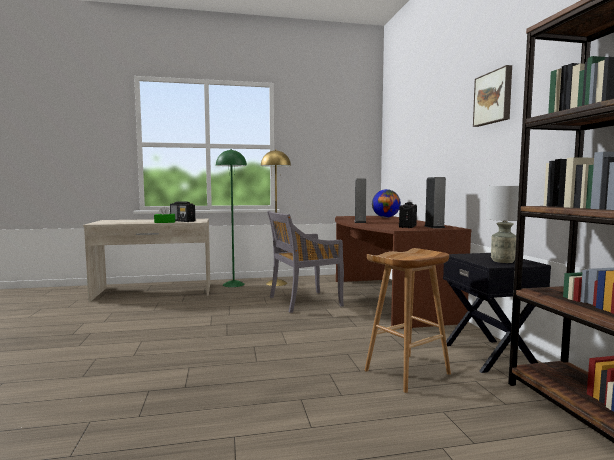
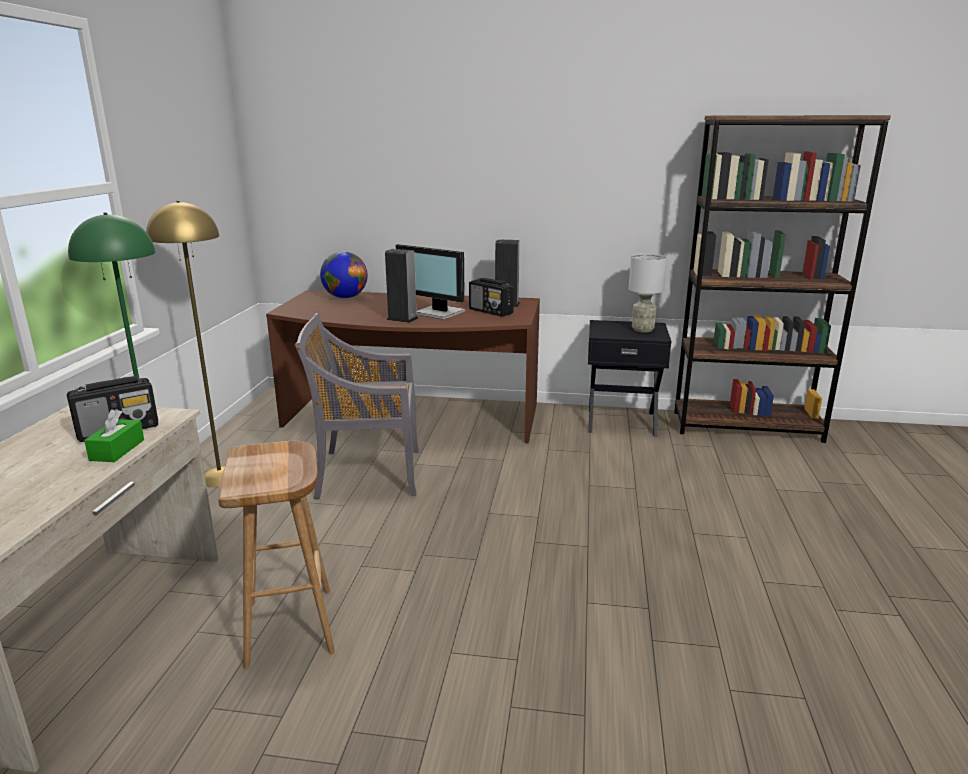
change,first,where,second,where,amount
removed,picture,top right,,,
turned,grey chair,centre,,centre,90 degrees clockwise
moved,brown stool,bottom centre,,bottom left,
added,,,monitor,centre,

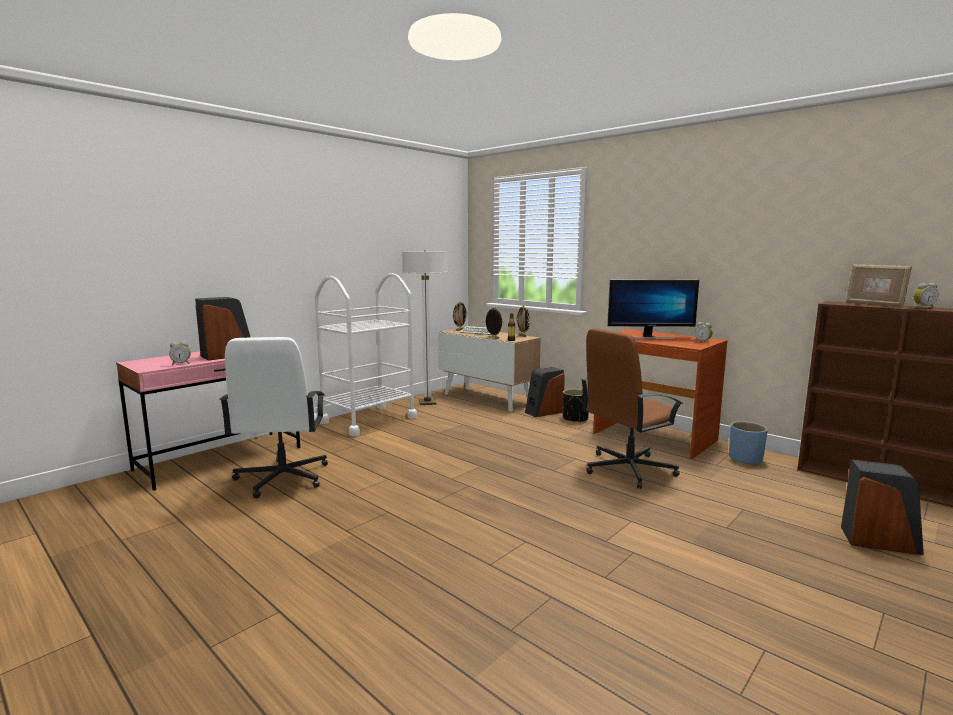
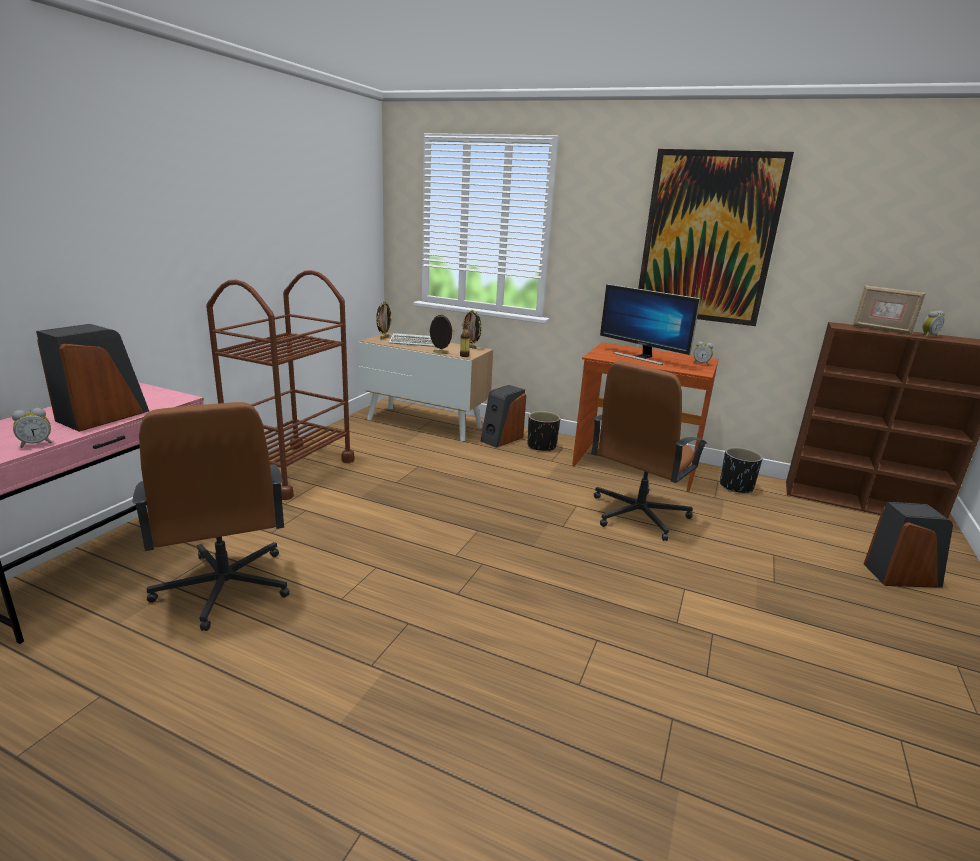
change,first,where,second,where,amount
removed,floor lamp,centre,,,
recoloured,white cart,centre,brown cart,middle left,
turned,monitor,middle right,,centre,60 degrees clockwise
recoloured,white office chair,middle left,brown office chair (1st from left),middle left,
recoloured,blue planter,middle right,black planter (2nd from left),middle right,
added,,,picture,top right,

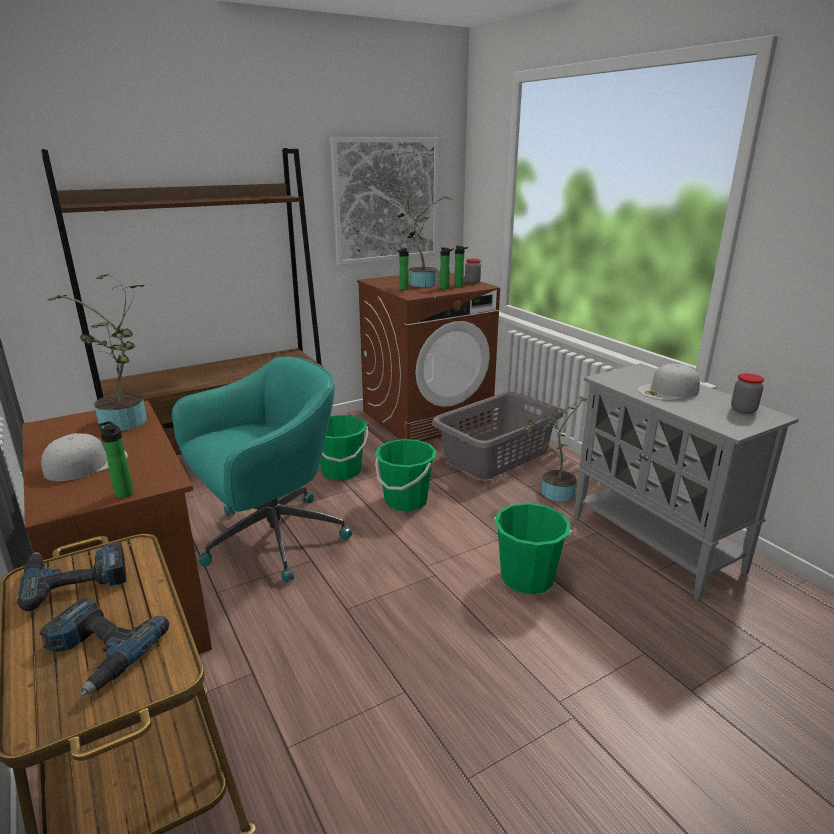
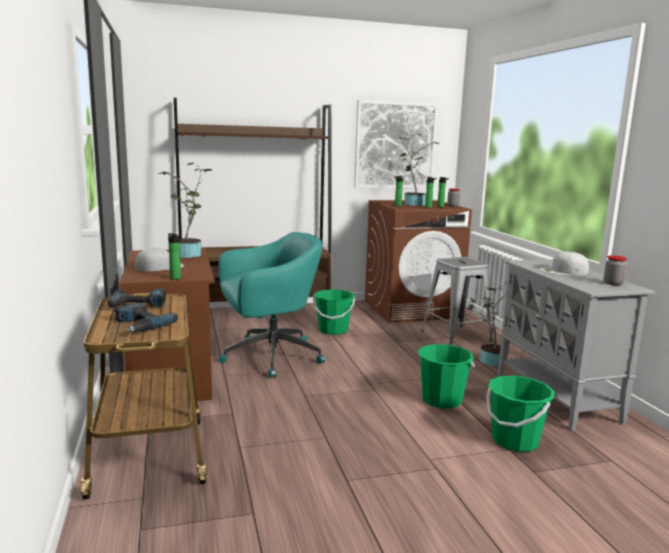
change,first,where,second,where,amount
replaced,grey laundry basket,centre,grey stool,middle right,
moved,green bucket (2nd from left in the first image),centre,green bucket (3rd from left),bottom right,

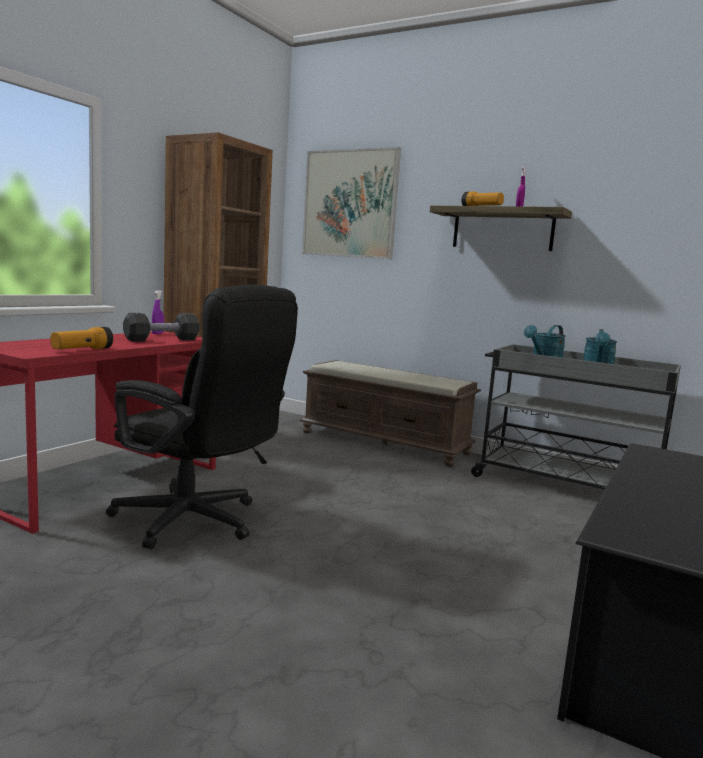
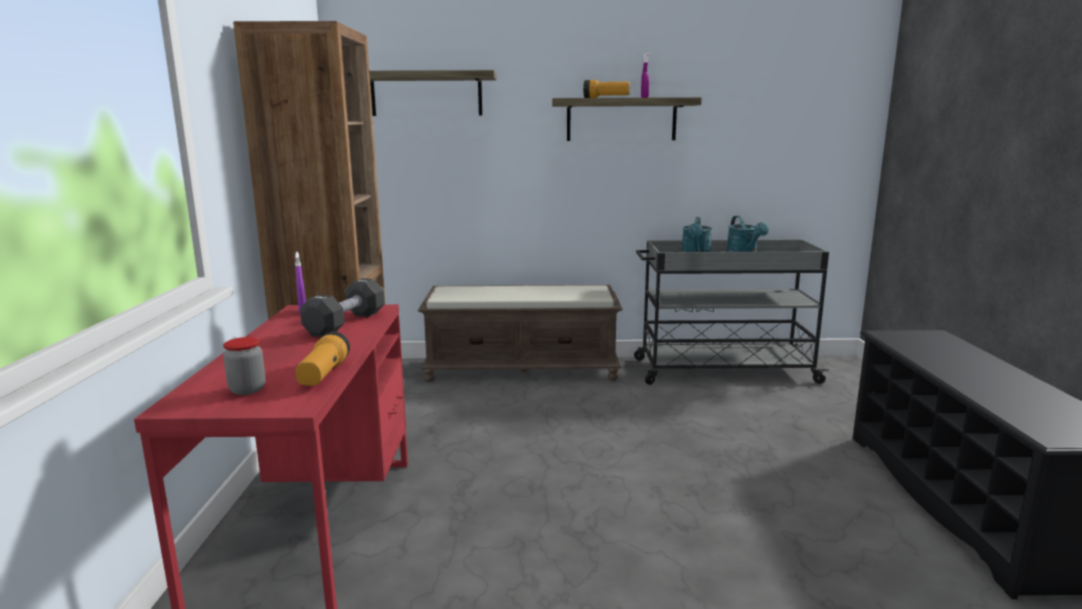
change,first,where,second,where,amount
replaced,picture,top centre,shelf (1st from left),top centre,
removed,black office chair,middle left,,,
added,,,jar,middle left,

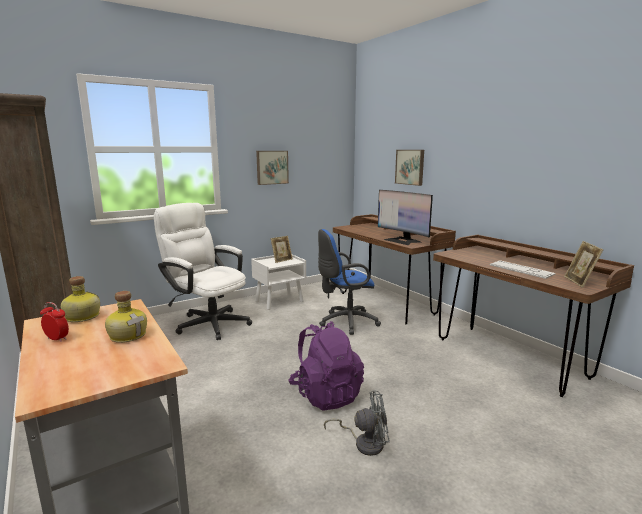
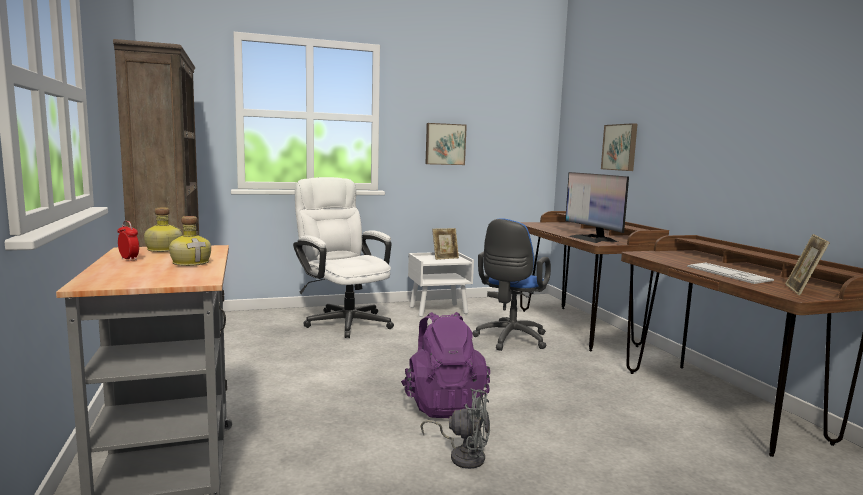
change,first,where,second,where,amount
turned,blue office chair,centre,,centre,60 degrees counterclockwise

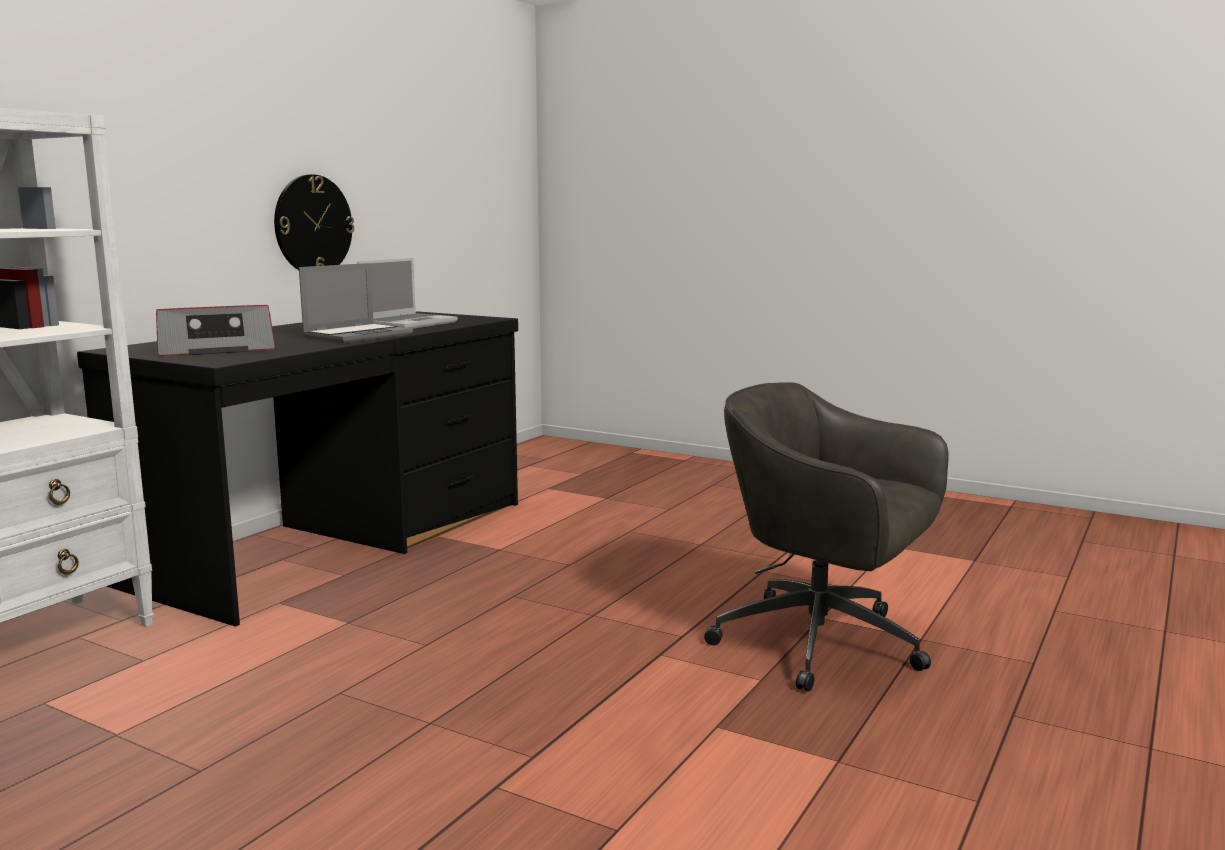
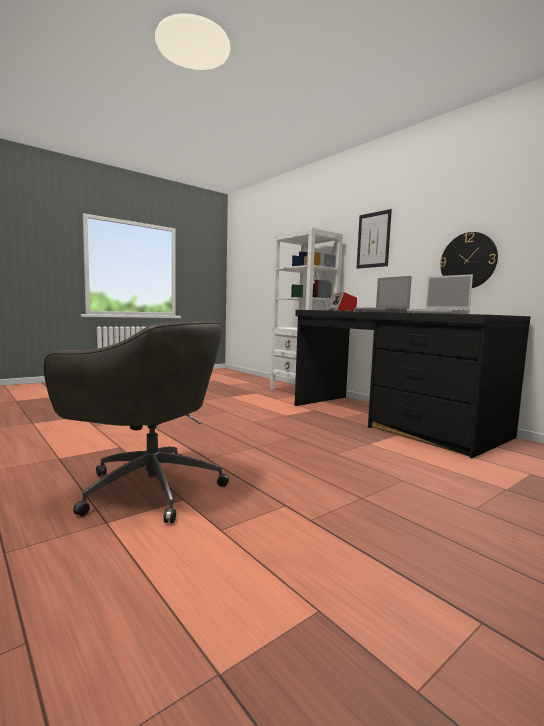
change,first,where,second,where,amount
turned,grey office chair,middle right,,middle left,60 degrees clockwise
added,,,picture,top right,

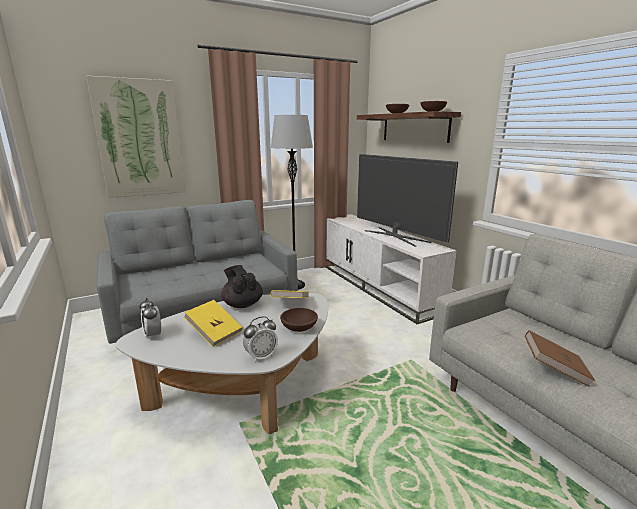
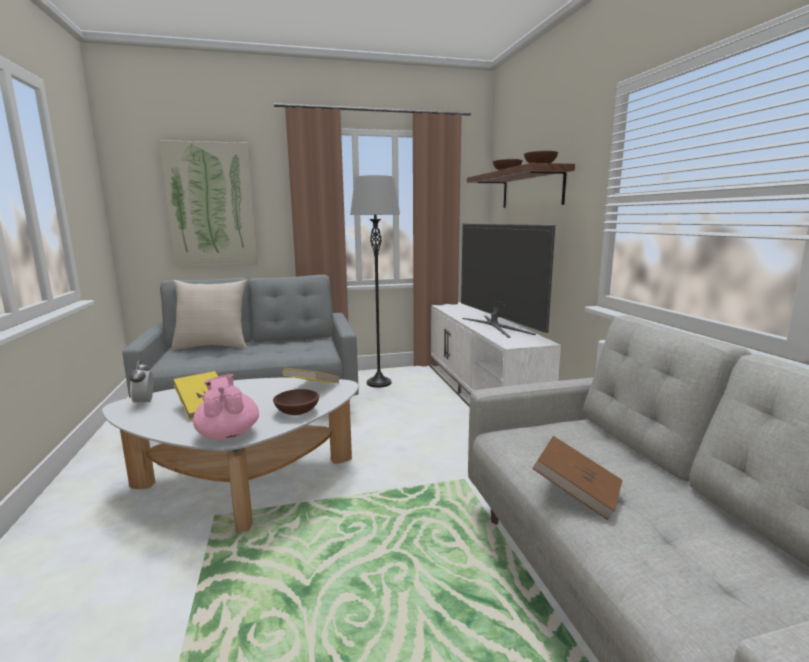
change,first,where,second,where,amount
removed,black teapot,centre,,,
replaced,alarm clock (2nd from left),centre,pink teapot,middle left,
added,,,beige pillow,middle left,

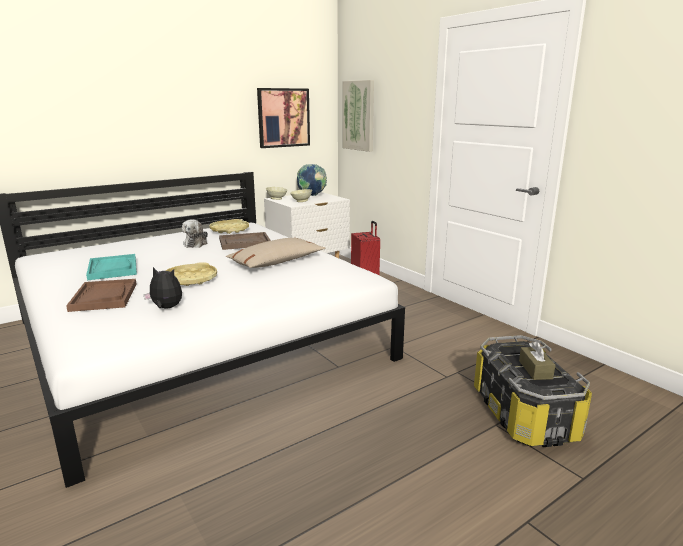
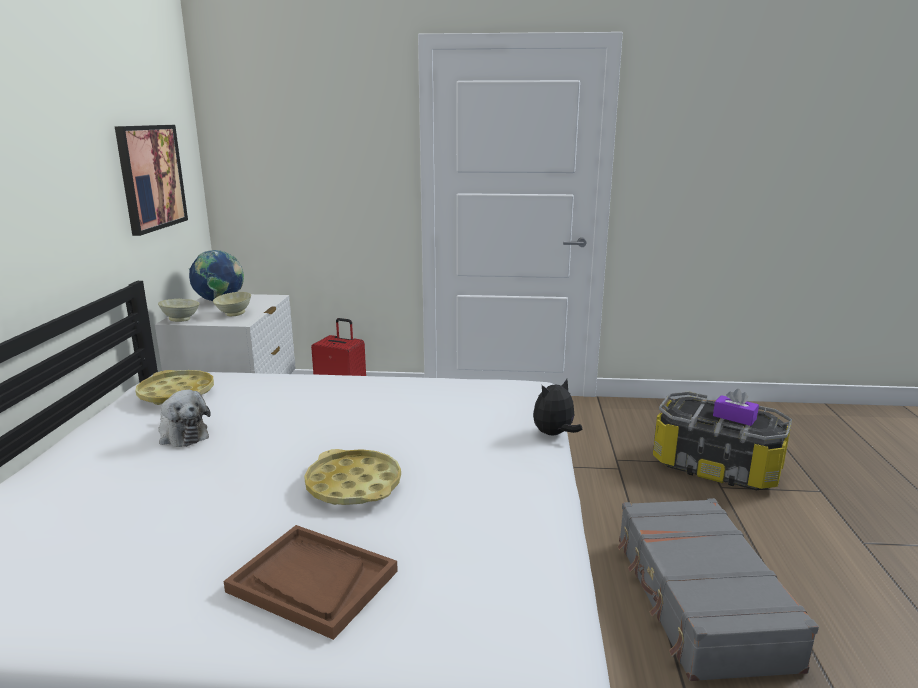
change,first,where,second,where,amount
removed,picture (2nd from left),top centre,,,
removed,brown tray (2nd from left),centre,,,
removed,beige pillow,centre,,,
removed,turquoise tray,middle left,,,
moved,plush toy (1st from left in the first image),middle left,plush toy (2nd from left),centre,
recoloured,brown tissue box,middle right,purple tissue box,middle right,
added,,,grey suitcase,bottom right,

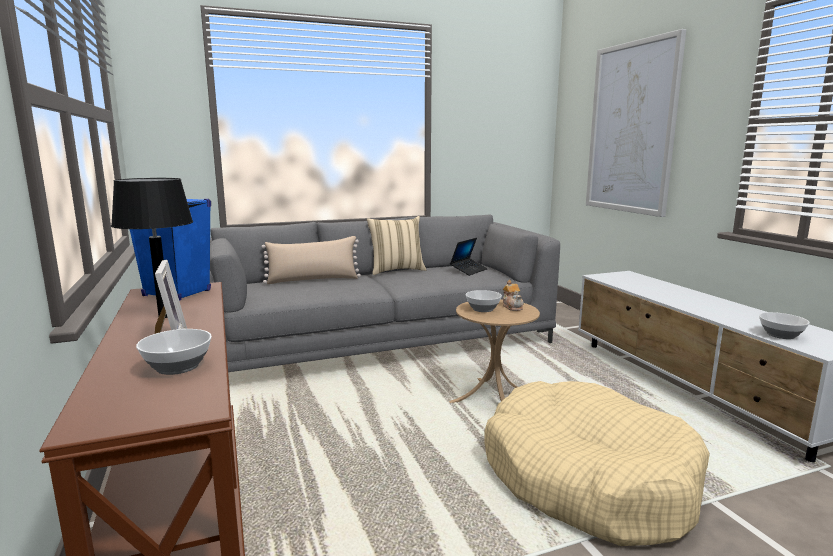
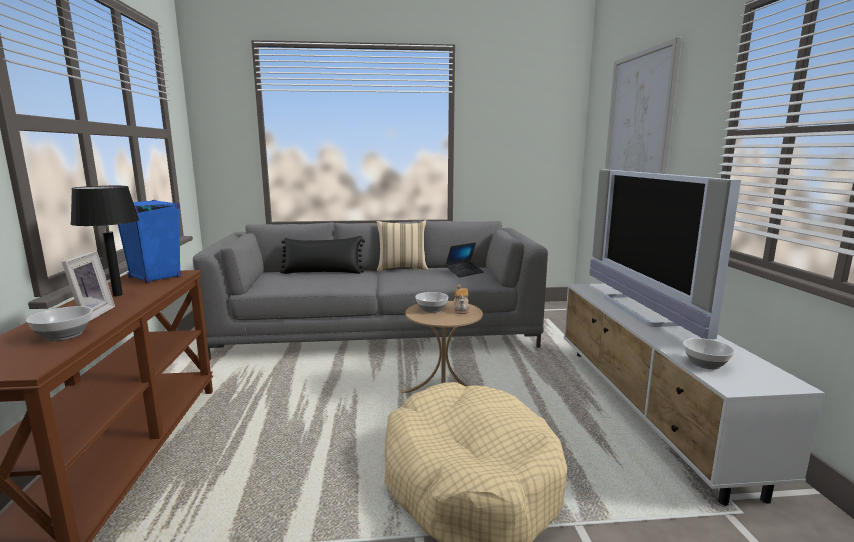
change,first,where,second,where,amount
recoloured,beige pillow (1st from left),centre,black pillow,centre,
added,,,television,middle right,

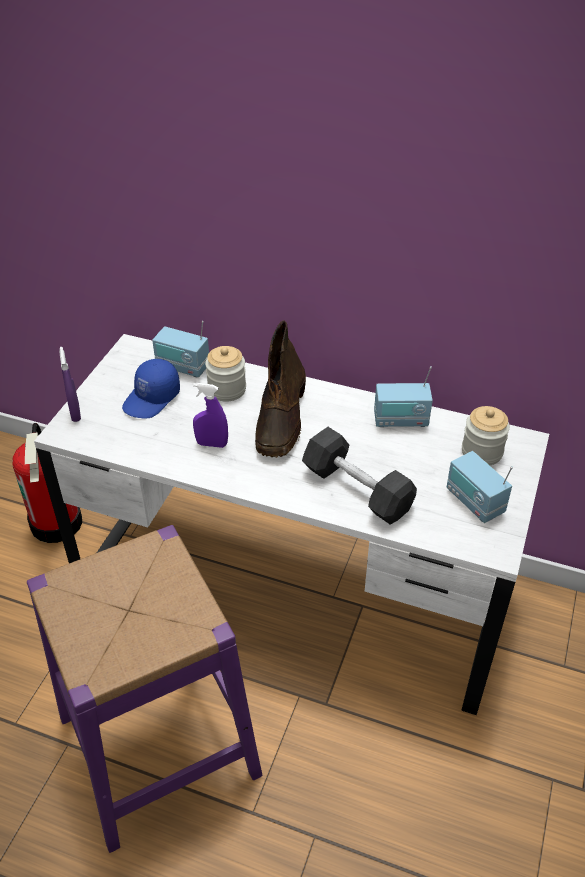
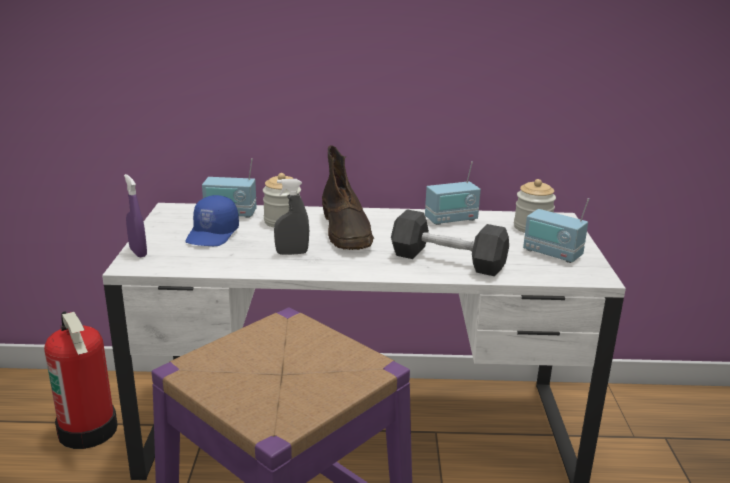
change,first,where,second,where,amount
recoloured,purple spray bottle (2nd from left),centre,grey spray bottle,centre,

